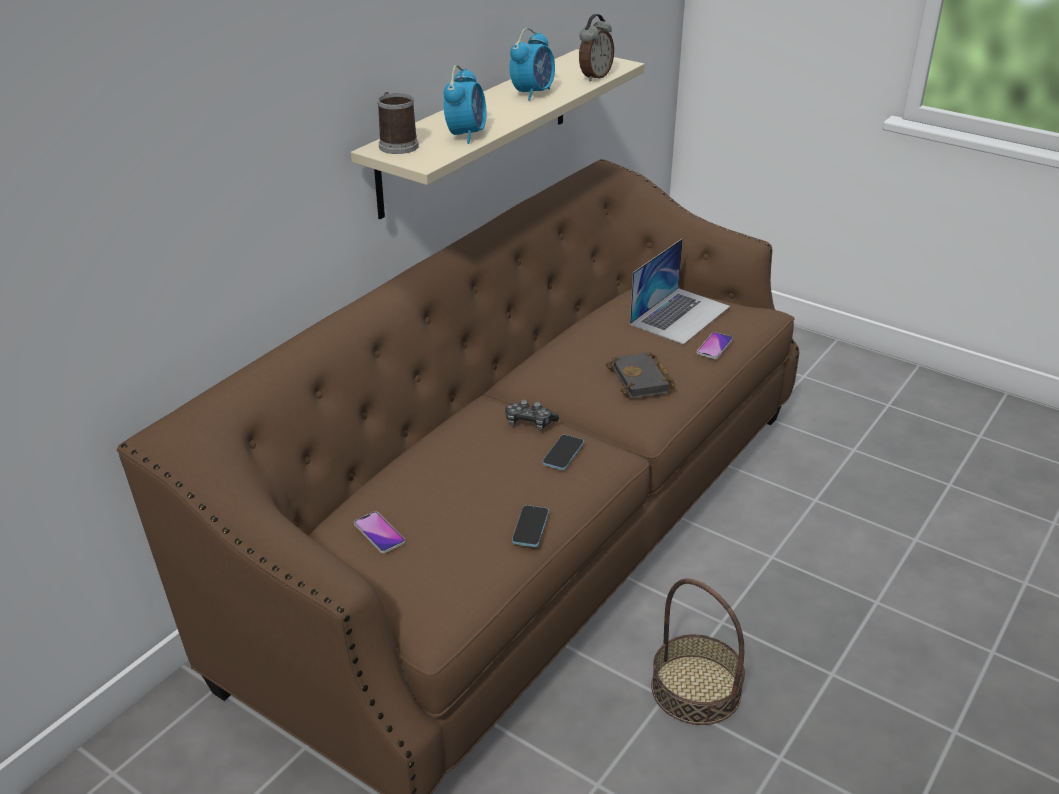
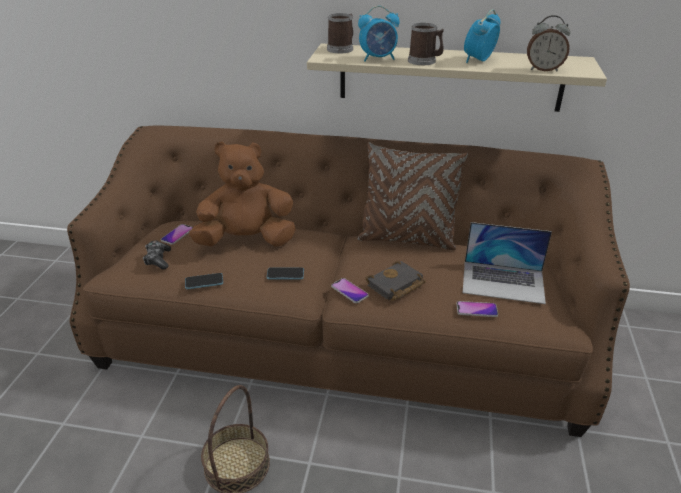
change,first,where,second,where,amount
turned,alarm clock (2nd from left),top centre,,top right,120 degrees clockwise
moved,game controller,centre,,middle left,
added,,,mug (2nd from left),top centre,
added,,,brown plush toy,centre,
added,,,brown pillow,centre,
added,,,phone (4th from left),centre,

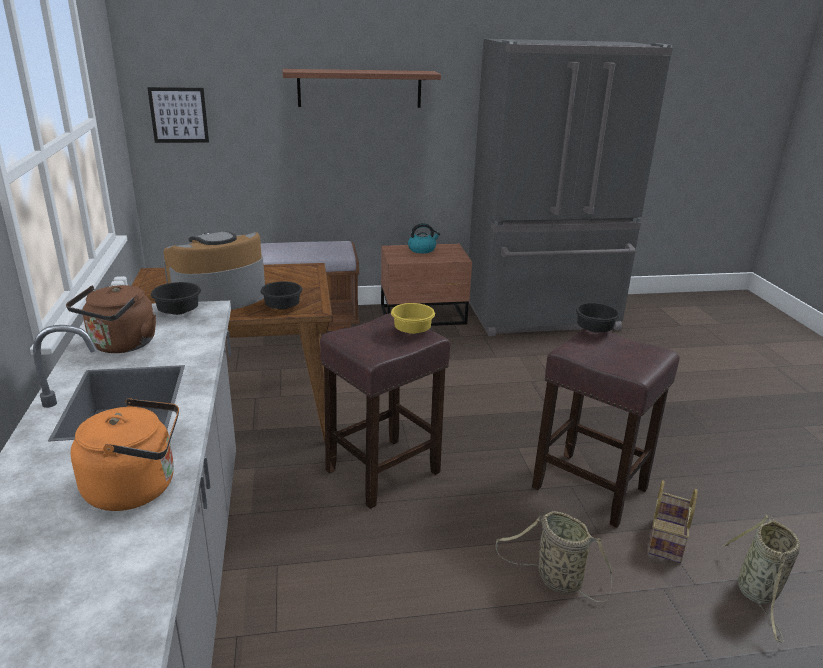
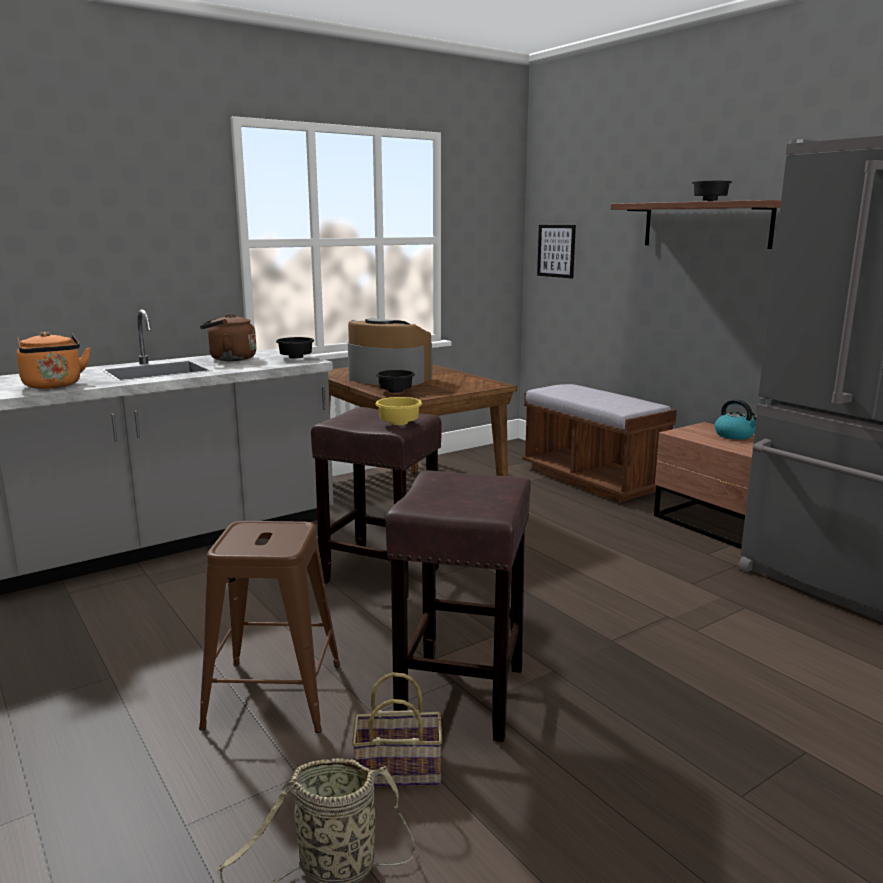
change,first,where,second,where,amount
moved,black bowl (3rd from left),middle right,,top right,
replaced,basket (1st from left),bottom right,brown stool (1st from left),bottom left,

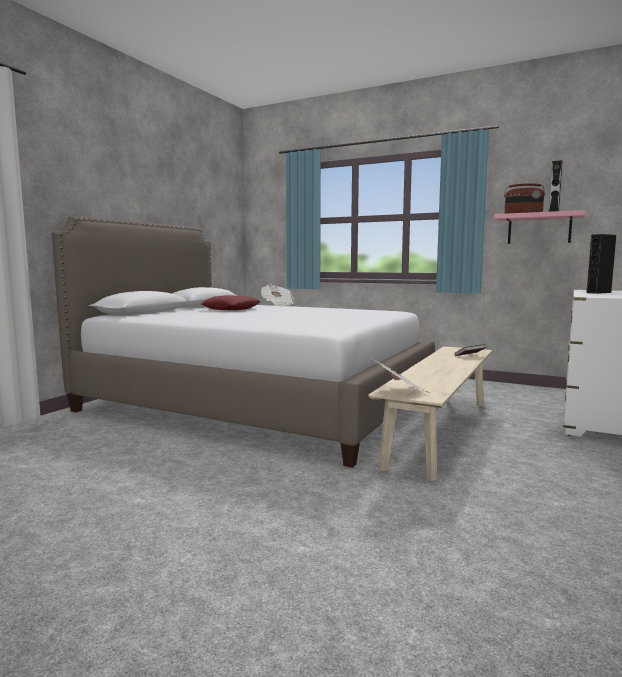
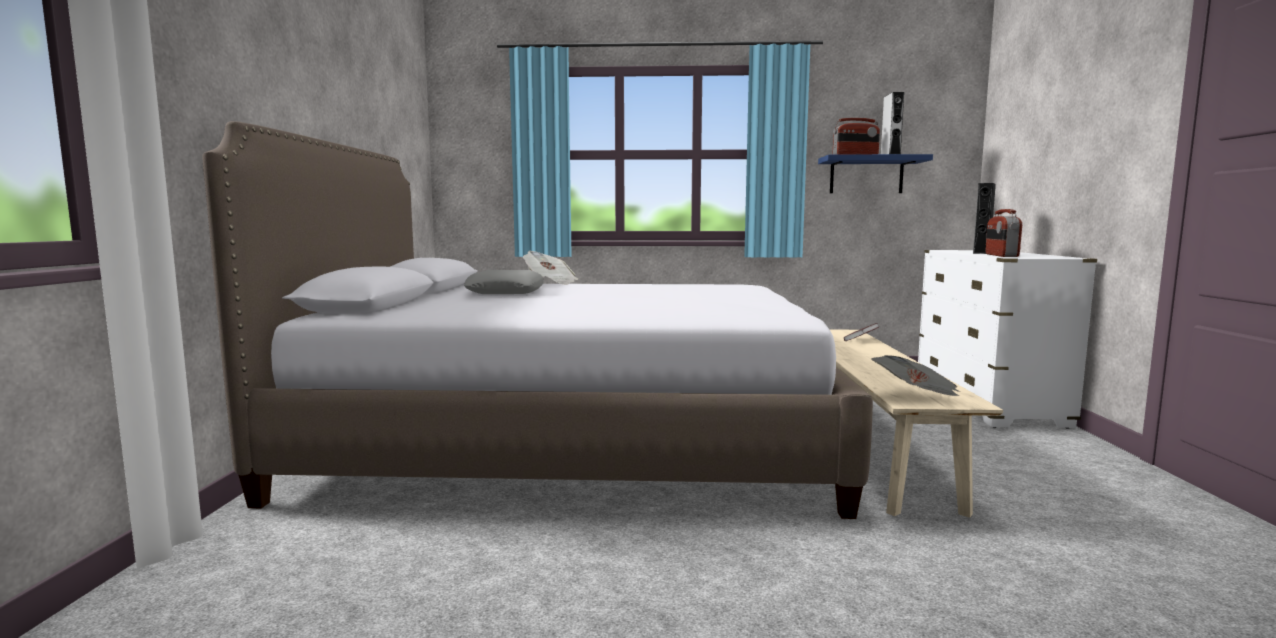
change,first,where,second,where,amount
recoloured,pink shelf,middle right,blue shelf,top right,
recoloured,red pillow,centre,grey pillow,centre,
added,,,radio (2nd from left),middle right,

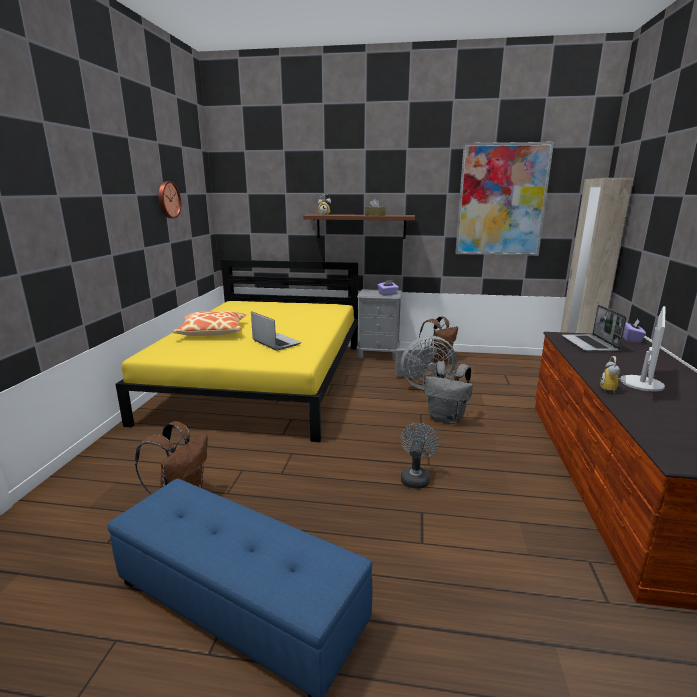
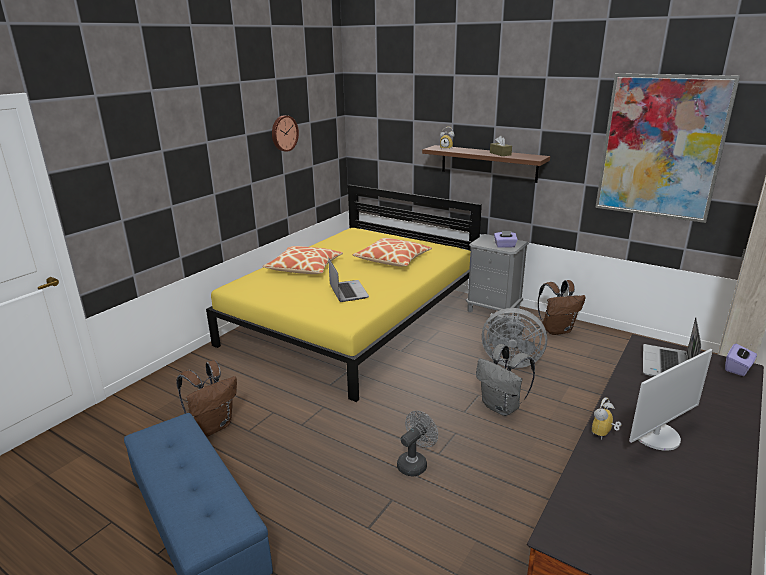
change,first,where,second,where,amount
added,,,pillow (2nd from left),centre,

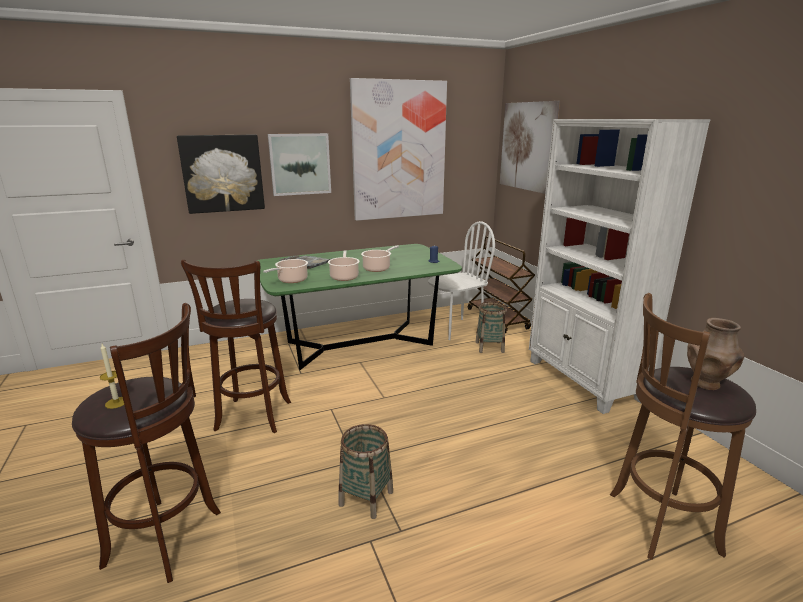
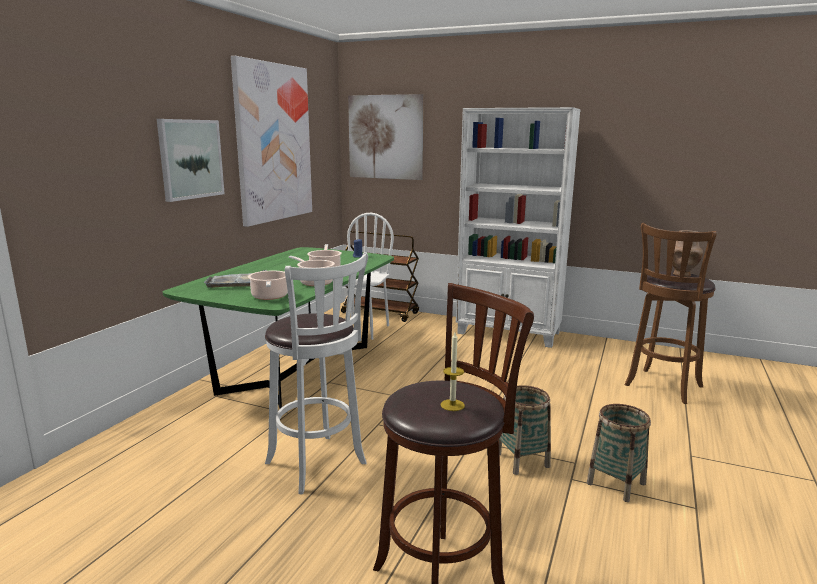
change,first,where,second,where,amount
removed,picture (1st from left),top left,,,
recoloured,brown stool (2nd from left),middle left,white stool,centre,
moved,basket (2nd from left),centre,,bottom right,

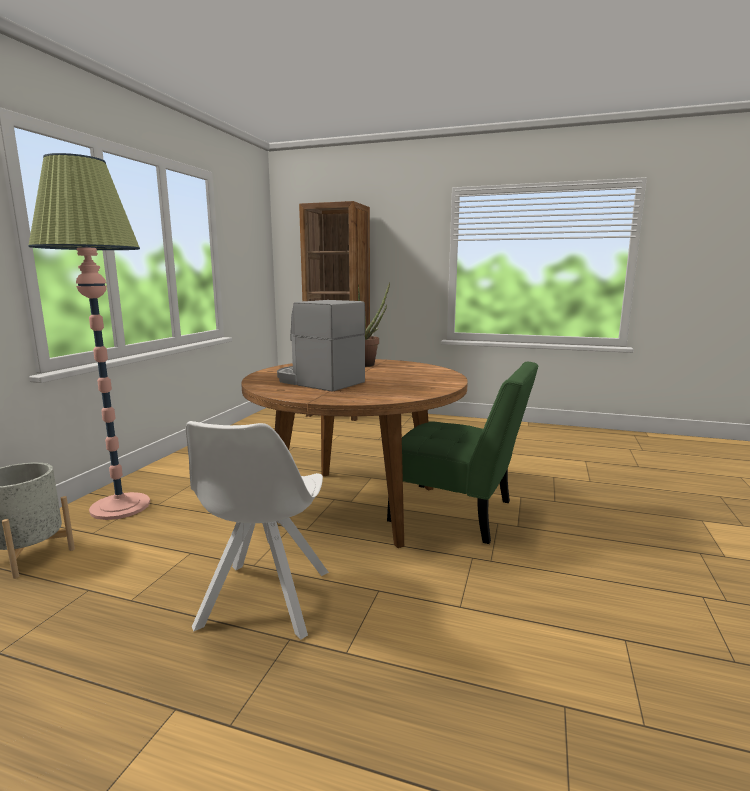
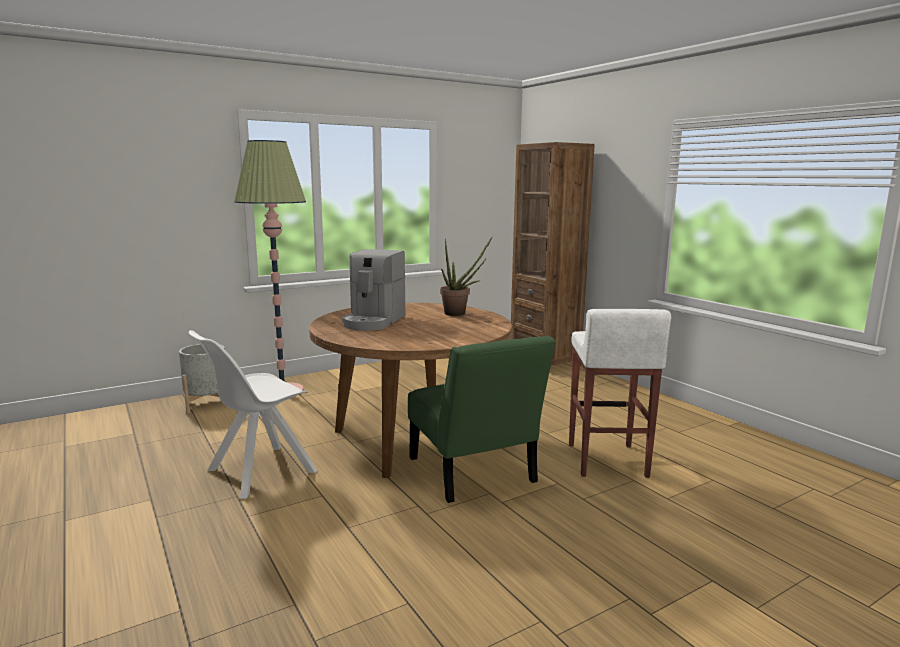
change,first,where,second,where,amount
turned,coffee machine,centre,,centre,150 degrees counterclockwise
added,,,white stool,middle right,

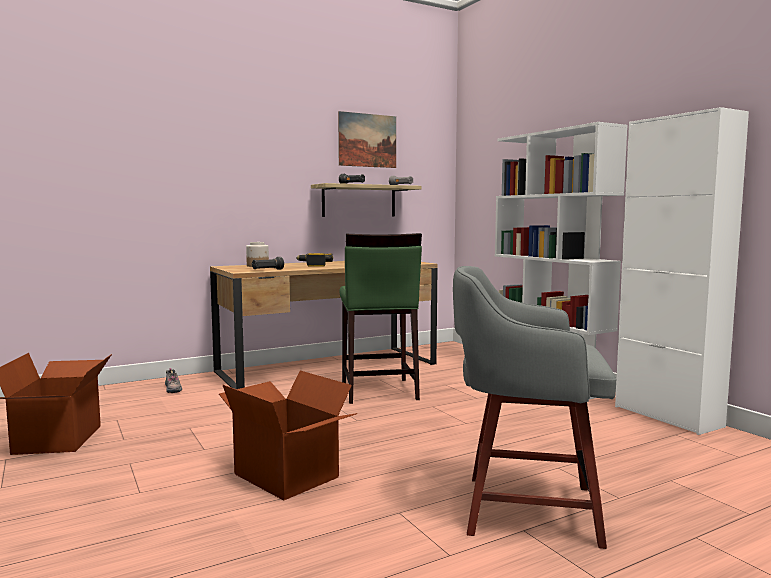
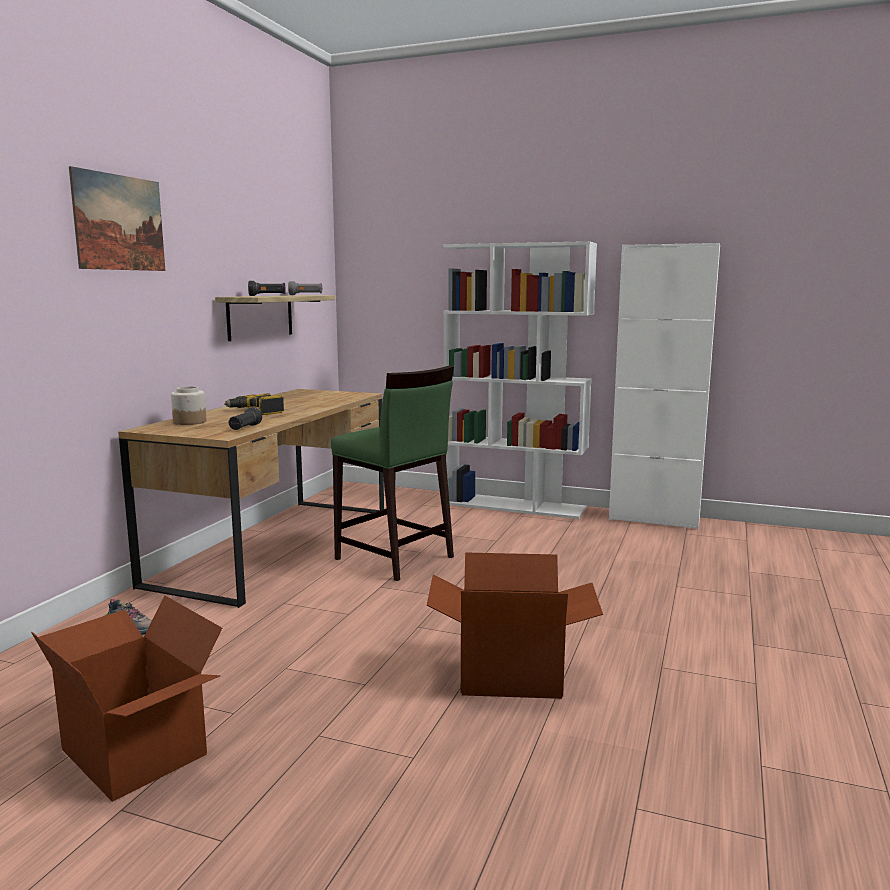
change,first,where,second,where,amount
moved,picture,top centre,,top left,
removed,grey stool,bottom right,,,

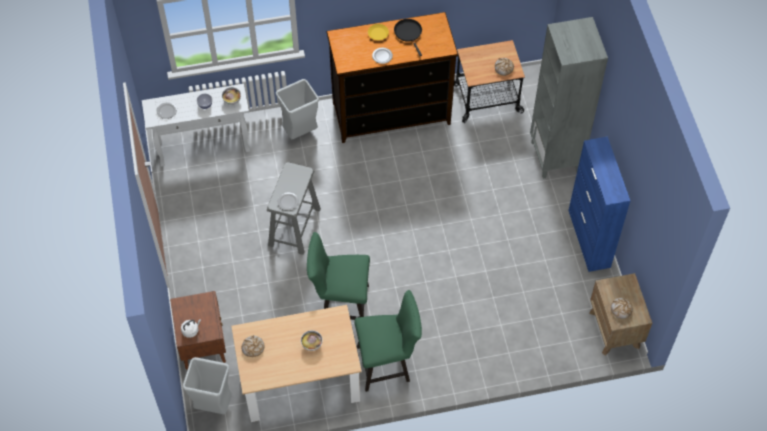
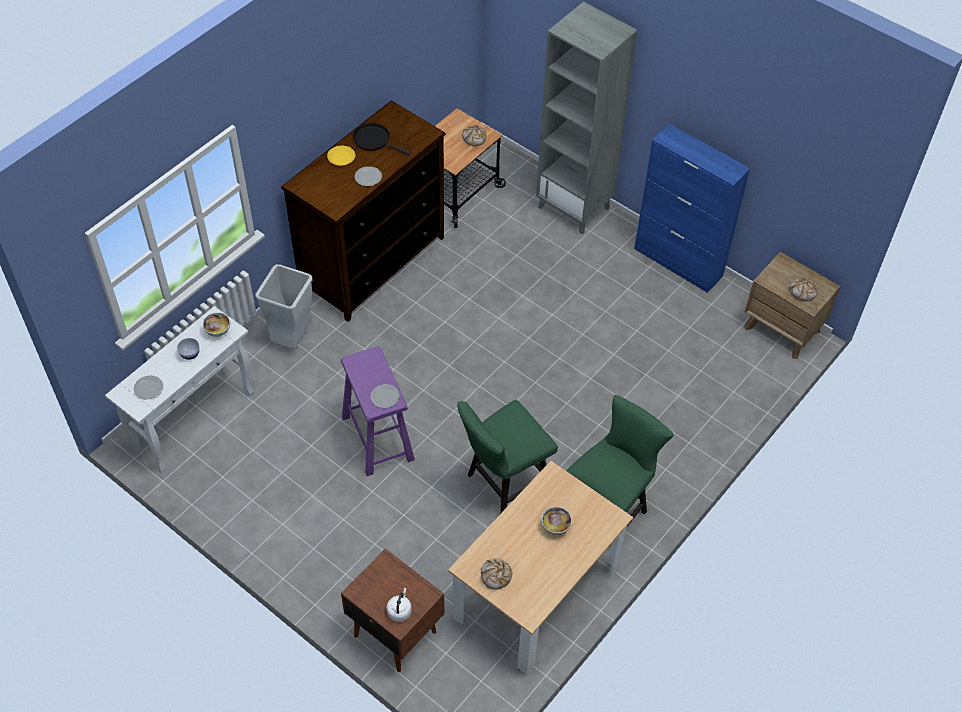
change,first,where,second,where,amount
recoloured,grey stool,centre,purple stool,centre,
removed,grey trash can (1st from left),bottom left,,,

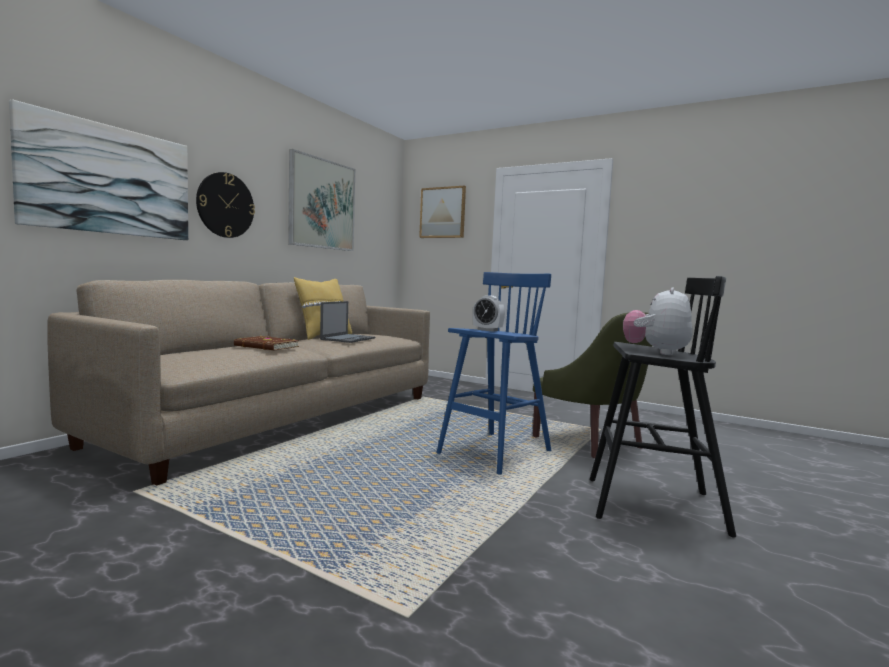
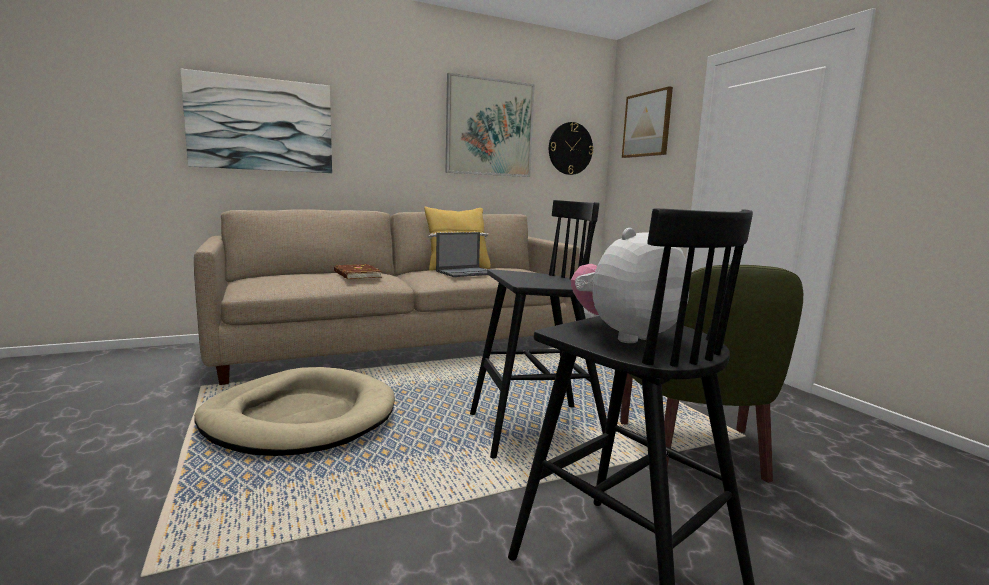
change,first,where,second,where,amount
moved,wall clock,top left,,top centre,
recoloured,blue stool,centre,black stool (1st from left),centre,
removed,alarm clock,centre,,,
added,,,beige dog bed,bottom left,

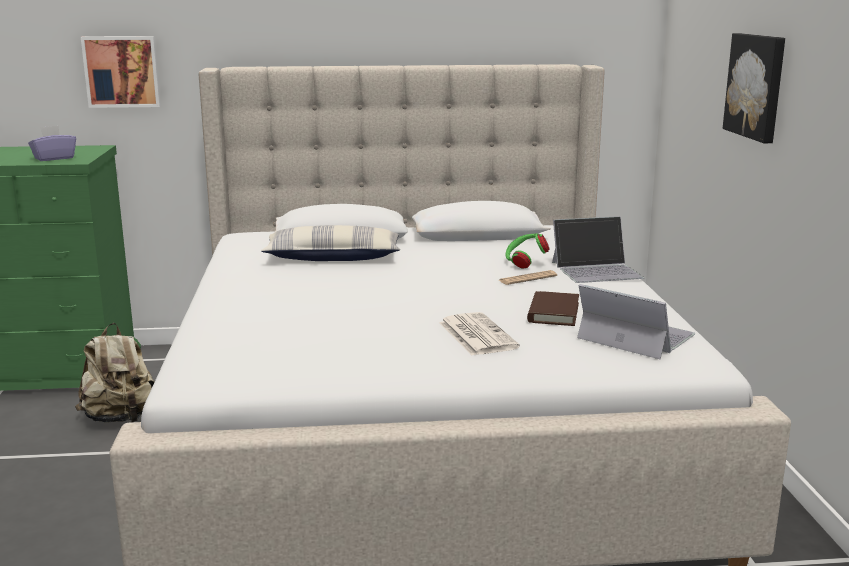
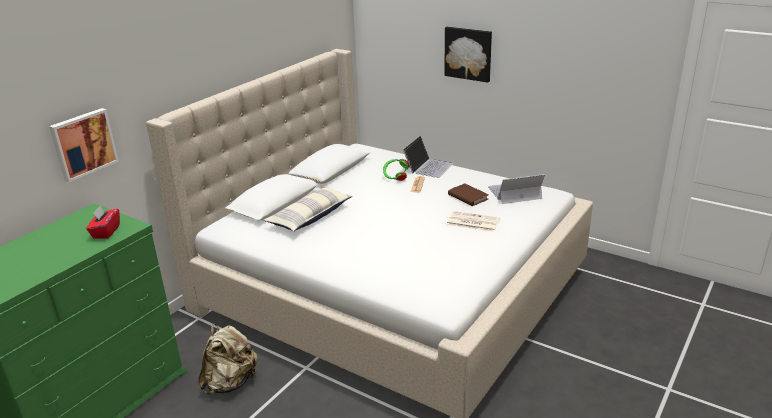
change,first,where,second,where,amount
recoloured,purple tissue box,top left,red tissue box,middle left,

